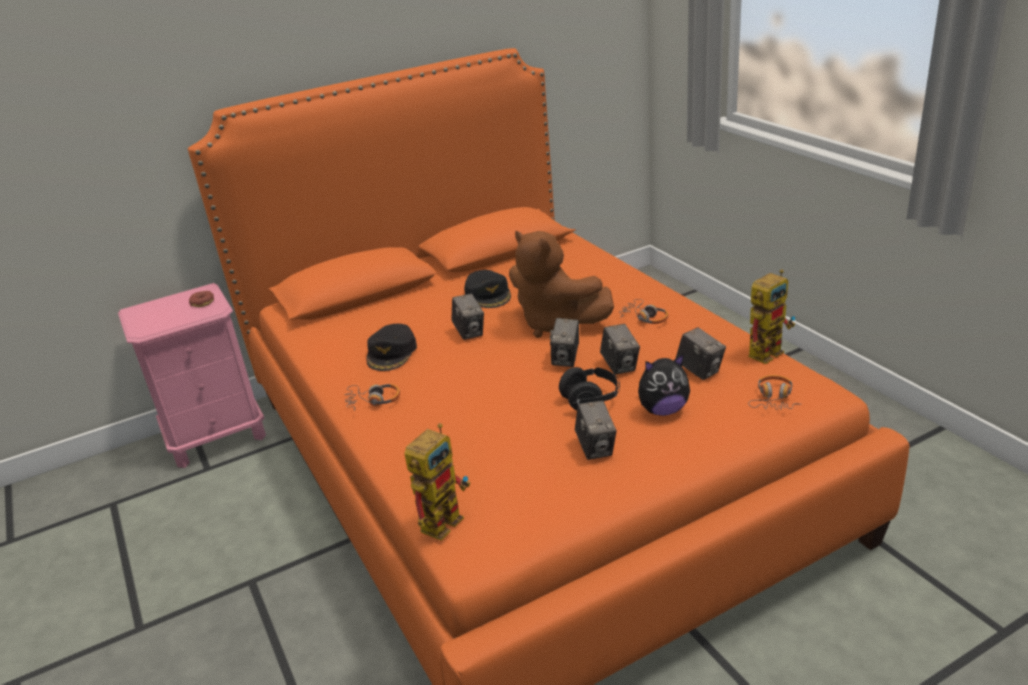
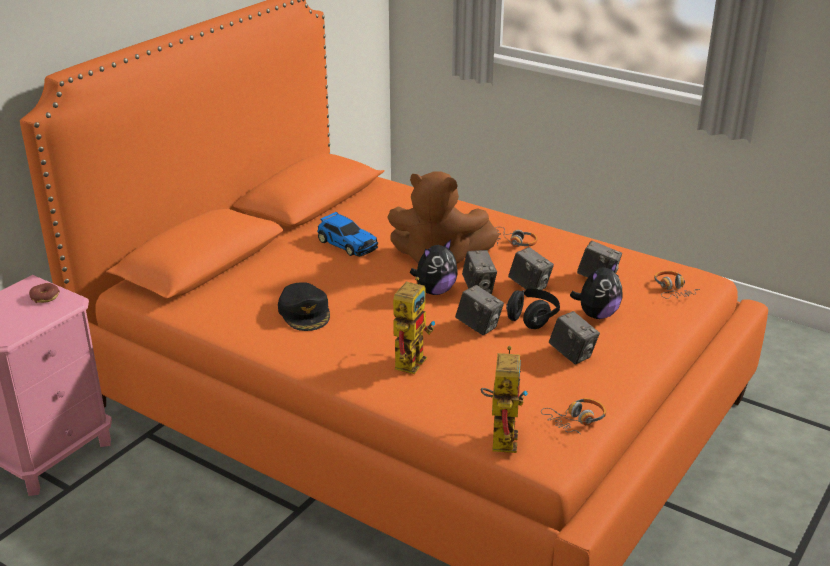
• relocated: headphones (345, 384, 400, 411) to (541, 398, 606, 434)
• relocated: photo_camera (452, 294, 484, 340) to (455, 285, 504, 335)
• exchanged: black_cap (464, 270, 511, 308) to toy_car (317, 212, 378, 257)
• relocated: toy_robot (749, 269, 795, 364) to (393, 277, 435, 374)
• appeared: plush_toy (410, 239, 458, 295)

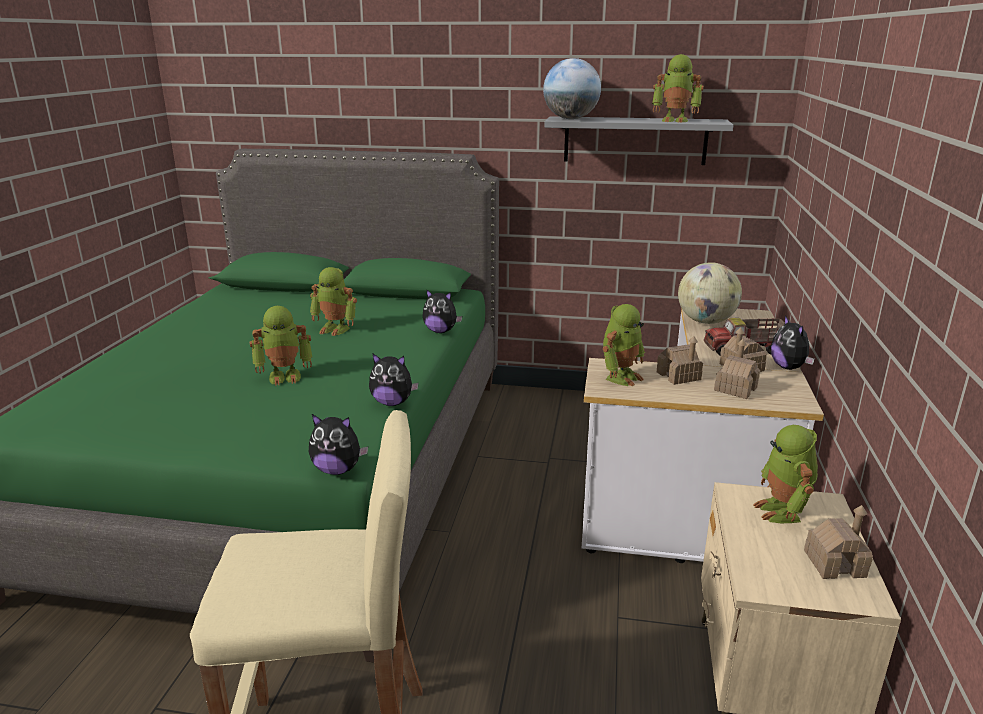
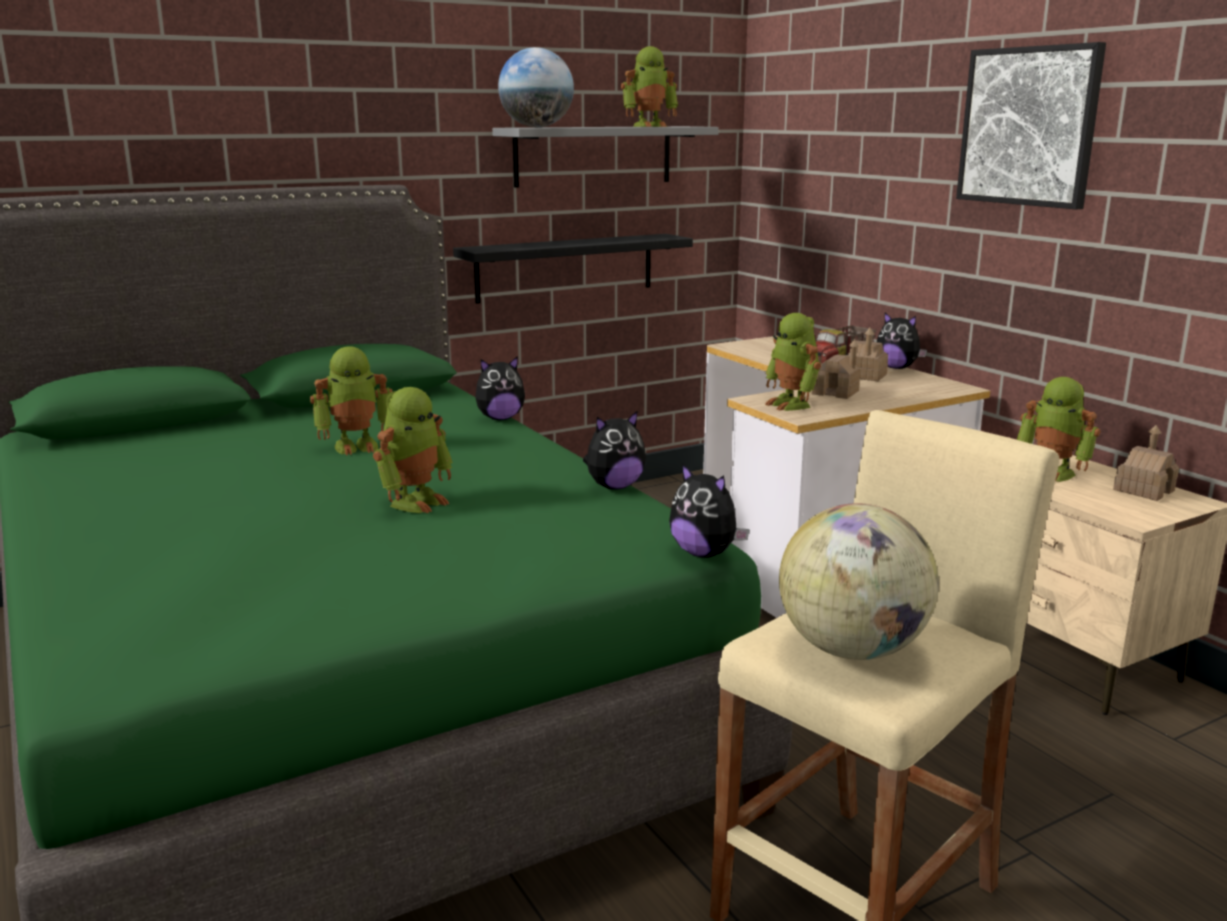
• spun: plush_toy (309, 414, 368, 475) = (669, 463, 750, 558) 75 degrees clockwise
• spun: toy_robot (603, 304, 645, 386) = (765, 313, 821, 411) 150 degrees clockwise
• relocated: globe (678, 262, 742, 324) to (779, 503, 939, 660)
• missing: toy_house (714, 339, 760, 399)
• appeared: black_shelf (453, 234, 693, 304)
• appeared: picture (956, 42, 1106, 209)

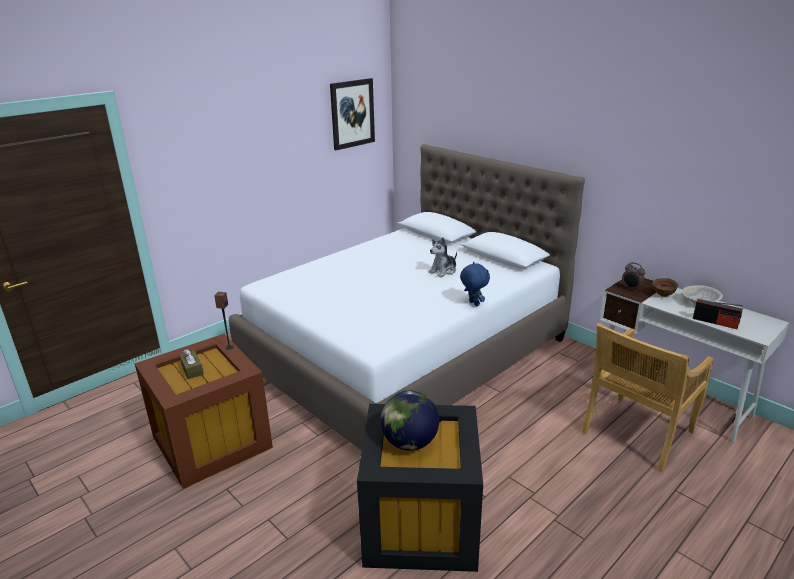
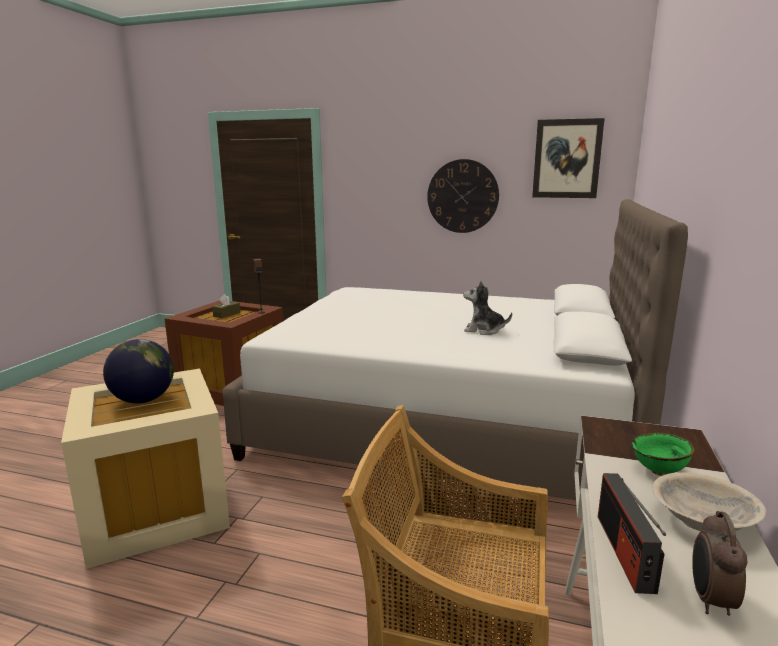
• colour: black_storage_box (357, 404, 483, 572) to beige_storage_box (61, 369, 230, 569)
• missing: blue_plush_toy (460, 262, 490, 306)
• relocated: alarm_clock (622, 262, 645, 291) to (692, 511, 748, 616)
• colour: brown_bowl (652, 278, 678, 297) to green_bowl (632, 433, 695, 476)
• appeared: wall_clock (427, 159, 499, 233)

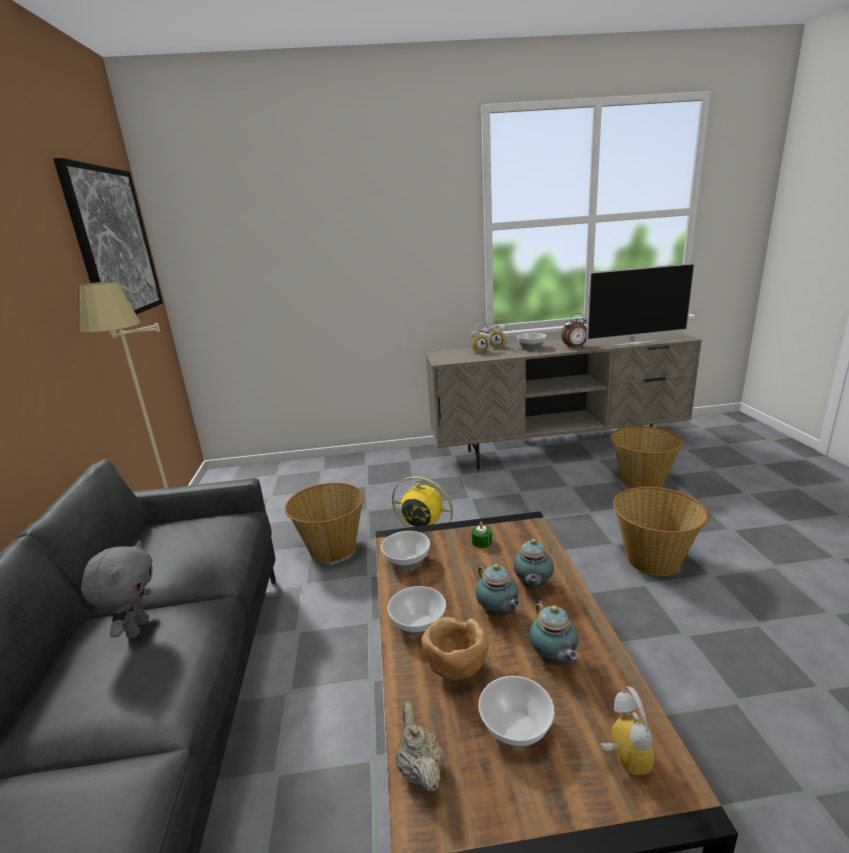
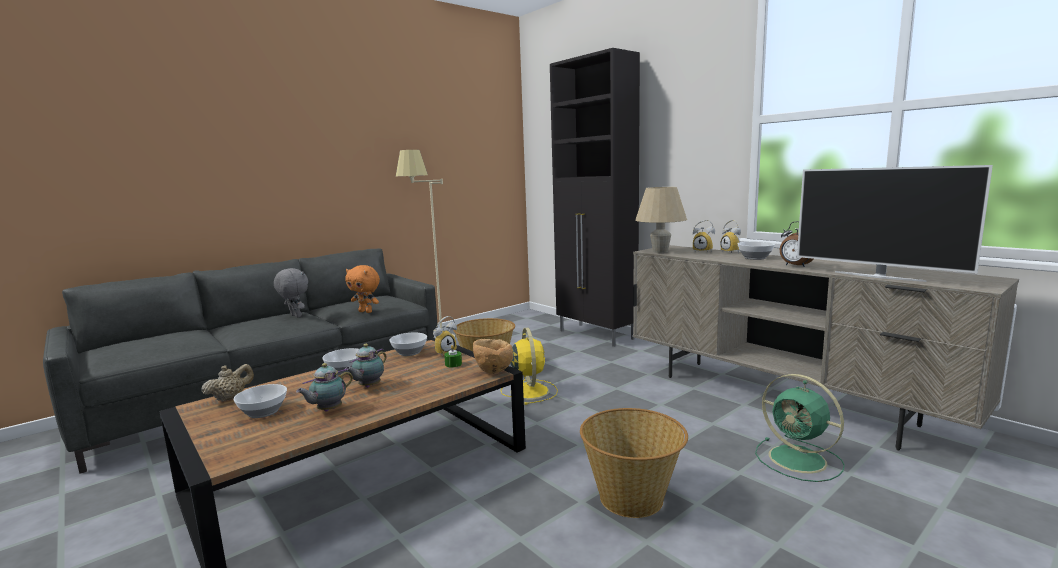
• missing: picture (53, 158, 163, 315)
• spun: grey_plush_toy (81, 540, 153, 638) = (274, 268, 308, 317) 105 degrees counterclockwise
• relocated: brown_bowl (421, 617, 489, 681) to (473, 339, 513, 374)
• missing: teapot (513, 537, 554, 589)
• relocated: alarm_clock (600, 687, 655, 775) to (433, 316, 457, 357)
• exchanged: basket (610, 426, 683, 488) to green_fan (755, 374, 845, 482)
• appeared: orange_plush_toy (345, 265, 380, 313)
• appeared: black_cabinet (550, 48, 640, 347)
• appeared: beige_table_lamp (635, 187, 687, 253)

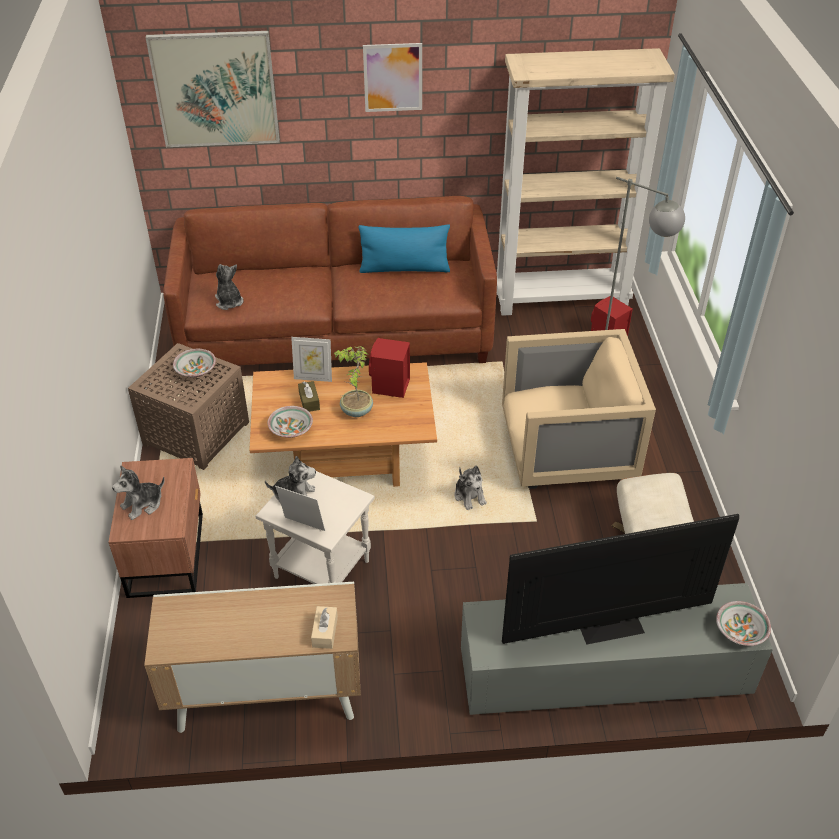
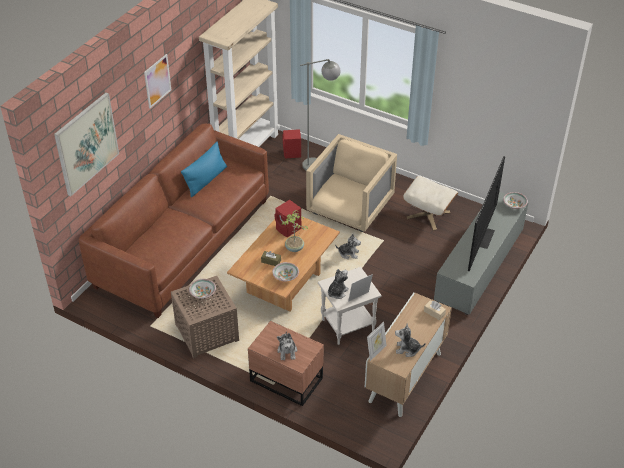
• relocated: plush_toy (215, 264, 244, 310) to (395, 323, 426, 357)
• relocated: picture_frame (291, 337, 332, 382) to (367, 322, 387, 361)

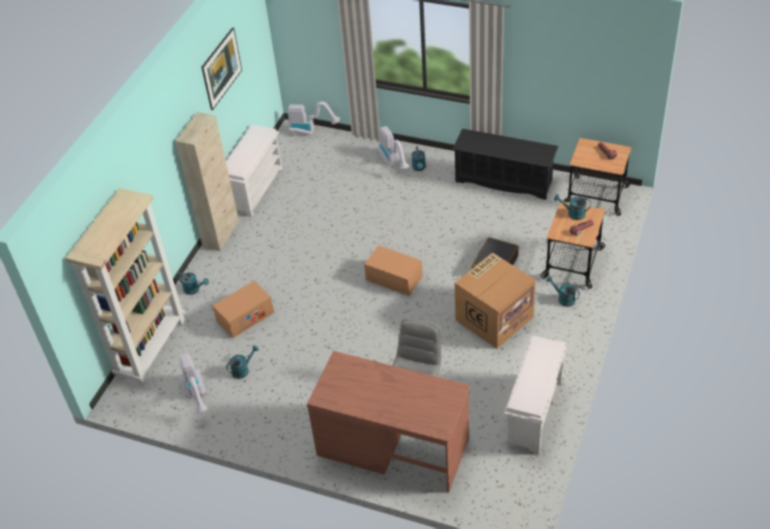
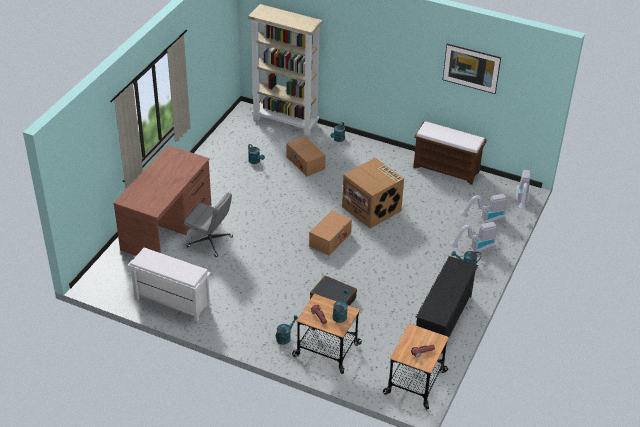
• missing: beige_cabinet (175, 112, 239, 251)
• relocated: vacuum_cleaner (180, 353, 208, 413) to (459, 194, 506, 223)
• colour: white_bench (226, 124, 283, 217) to brown_bench (413, 121, 487, 185)
• relocated: cardboard_box (455, 253, 536, 349) to (342, 158, 404, 229)

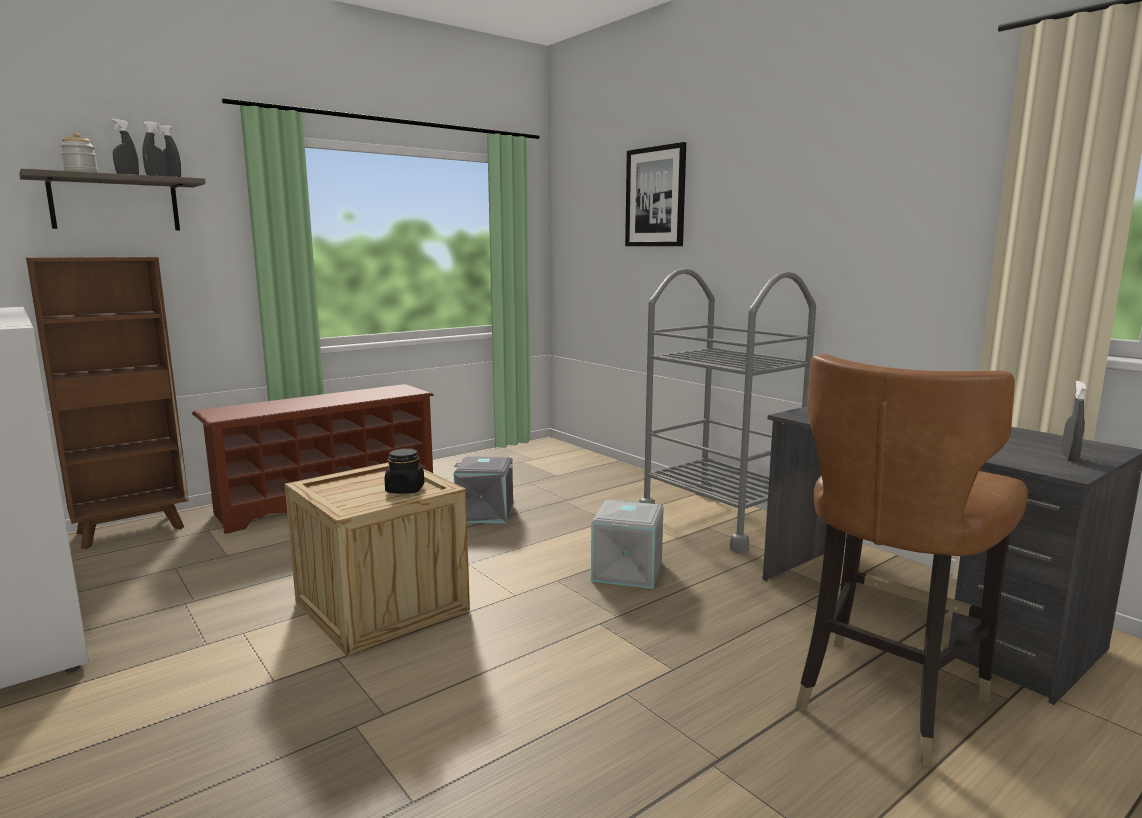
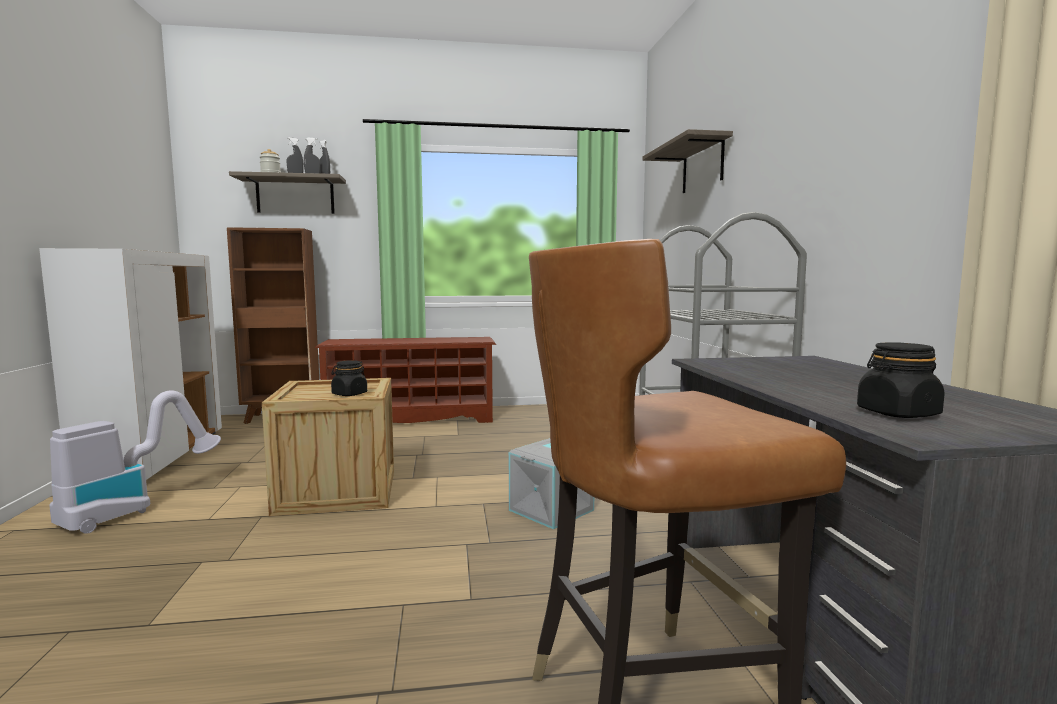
• missing: grey_storage_box (454, 456, 513, 523)
• exchanged: picture (625, 142, 686, 246) to shelf (642, 129, 733, 193)
• missing: grey_spray_bottle (1061, 381, 1087, 462)
• appeared: vacuum_cleaner (49, 390, 221, 534)
• appeared: black_jar (857, 342, 945, 418)

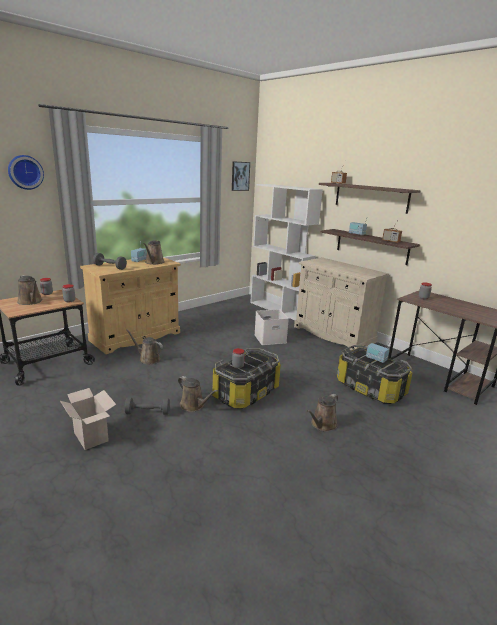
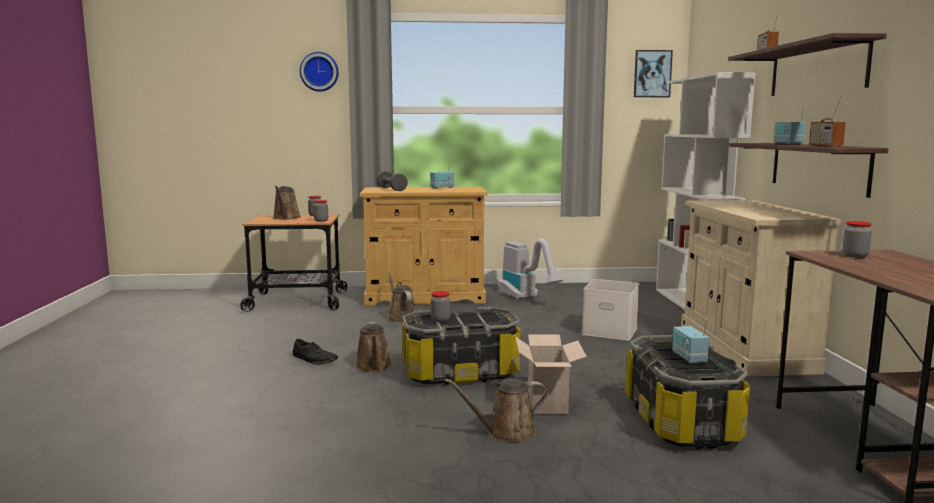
• relocated: cardboard_box (60, 388, 116, 450) to (515, 334, 587, 414)
• exchanged: grey_dumbbell (125, 398, 170, 415) to black_shoe (293, 339, 338, 364)
• missing: brown_watering_can (143, 241, 165, 265)
• appeared: vacuum_cleaner (498, 238, 563, 300)

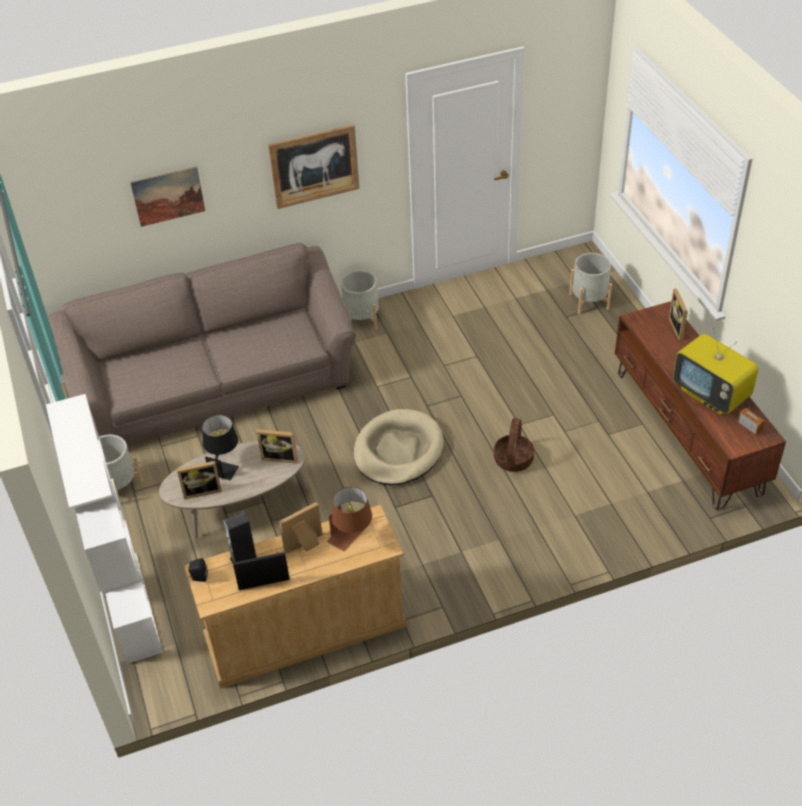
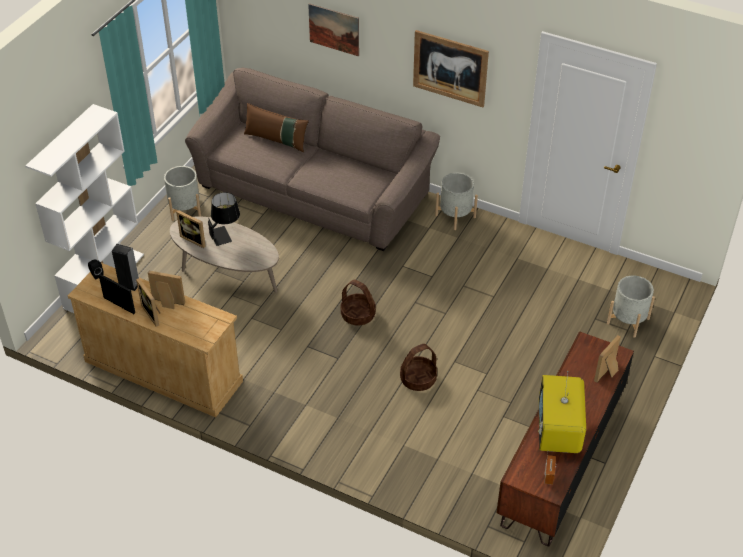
• relocated: picture_frame (257, 429, 298, 464) to (136, 278, 160, 327)
• missing: brown_table_lamp (327, 487, 372, 551)
• exchanged: beige_dog_bed (354, 409, 444, 486) to basket (341, 279, 376, 326)
• appeared: brown_pillow (244, 103, 309, 152)

